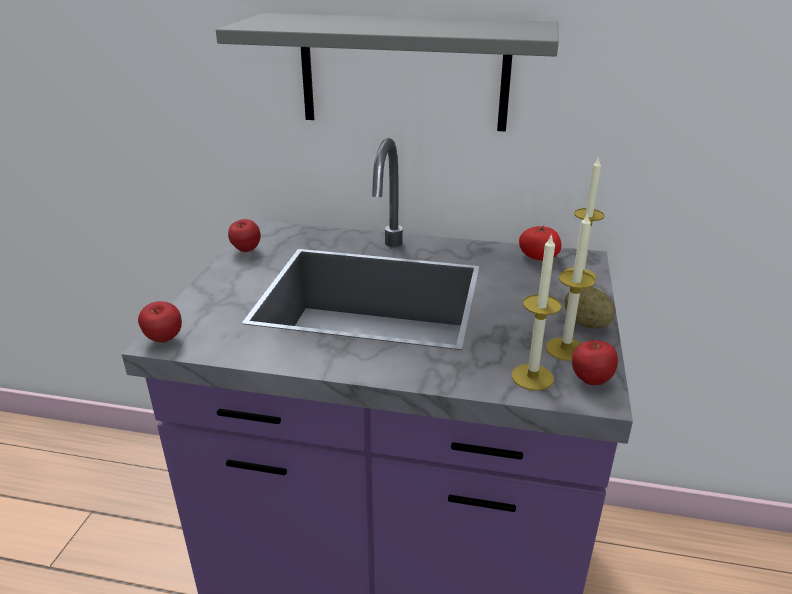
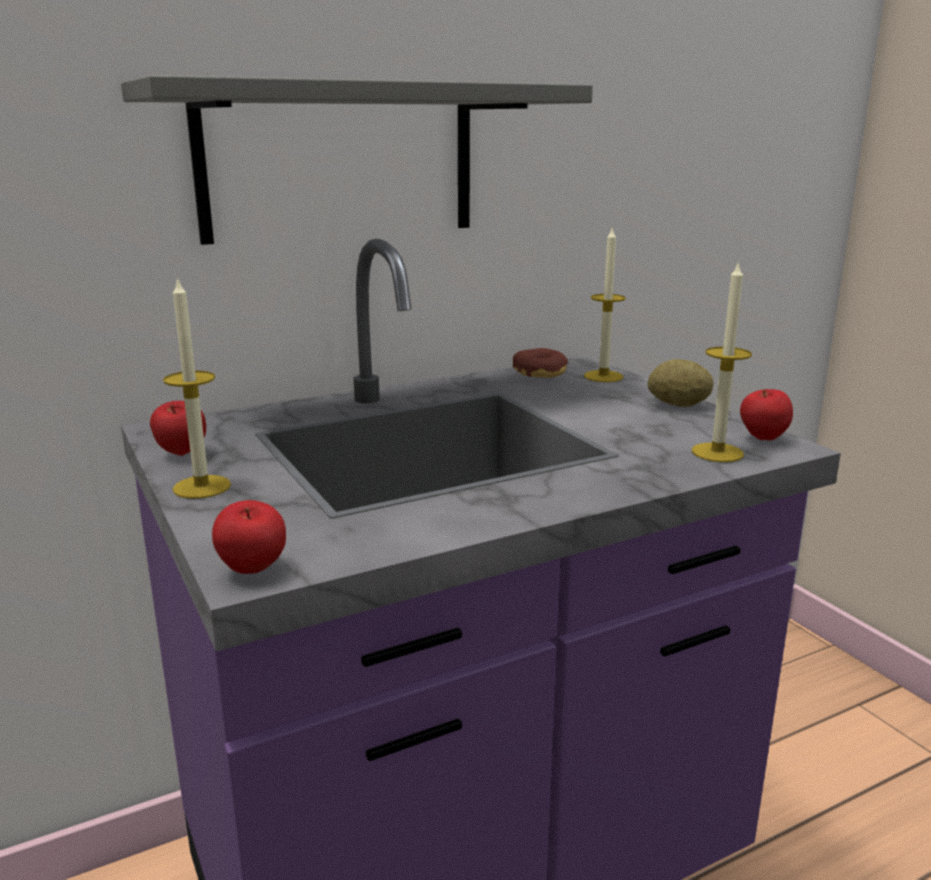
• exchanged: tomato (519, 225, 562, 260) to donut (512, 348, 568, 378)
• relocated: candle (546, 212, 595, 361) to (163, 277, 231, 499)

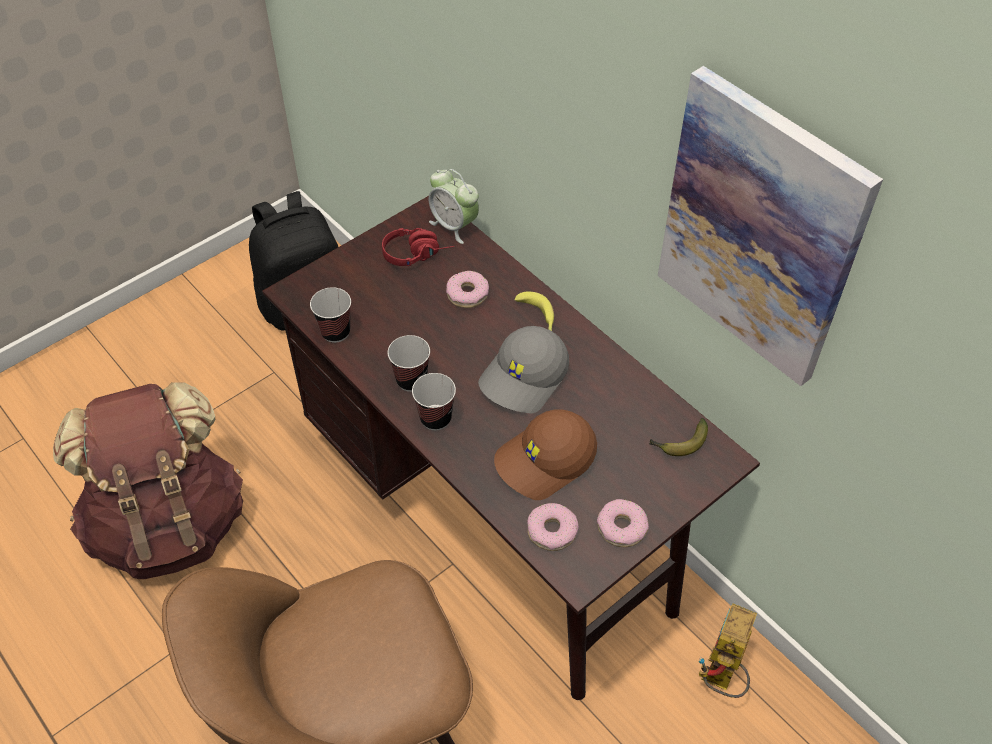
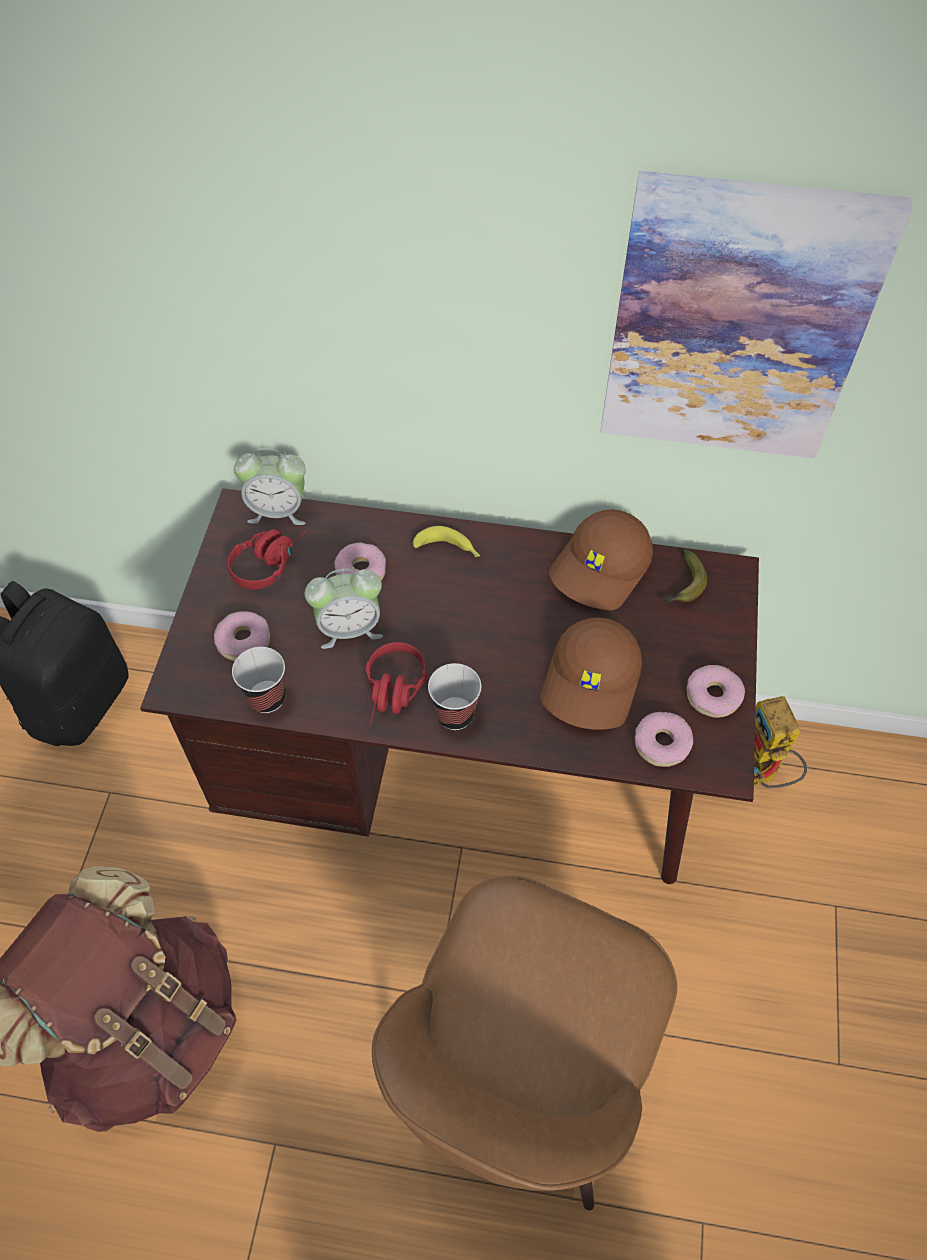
• exchanged: cup (388, 335, 430, 392) to red_headphones (365, 642, 427, 726)
• missing: grey_cap (478, 326, 569, 413)
• appeared: donut (214, 611, 270, 661)
• appeared: alarm_clock (305, 569, 383, 649)
• appeared: brown_cap (549, 509, 653, 610)

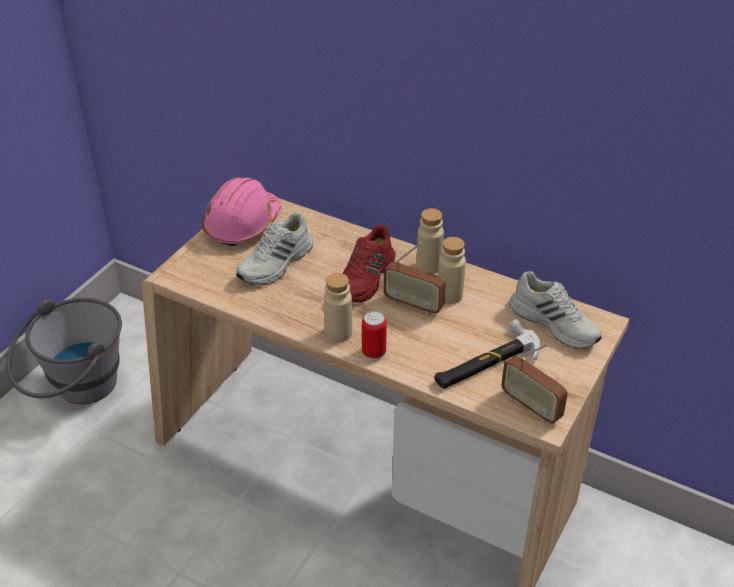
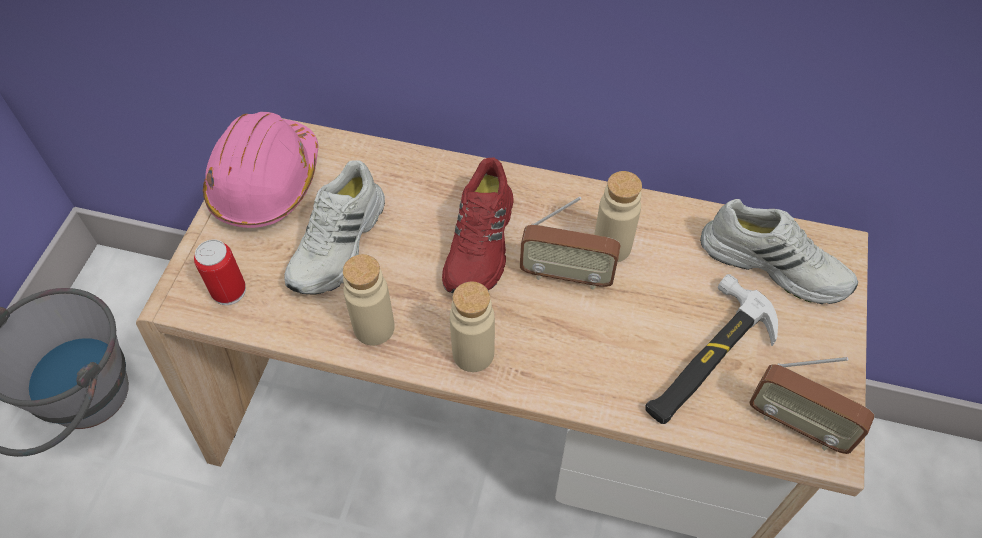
• relocated: can (362, 311, 387, 361) to (194, 240, 246, 305)
• relocated: beige_bottle (417, 208, 444, 274) to (343, 254, 395, 345)

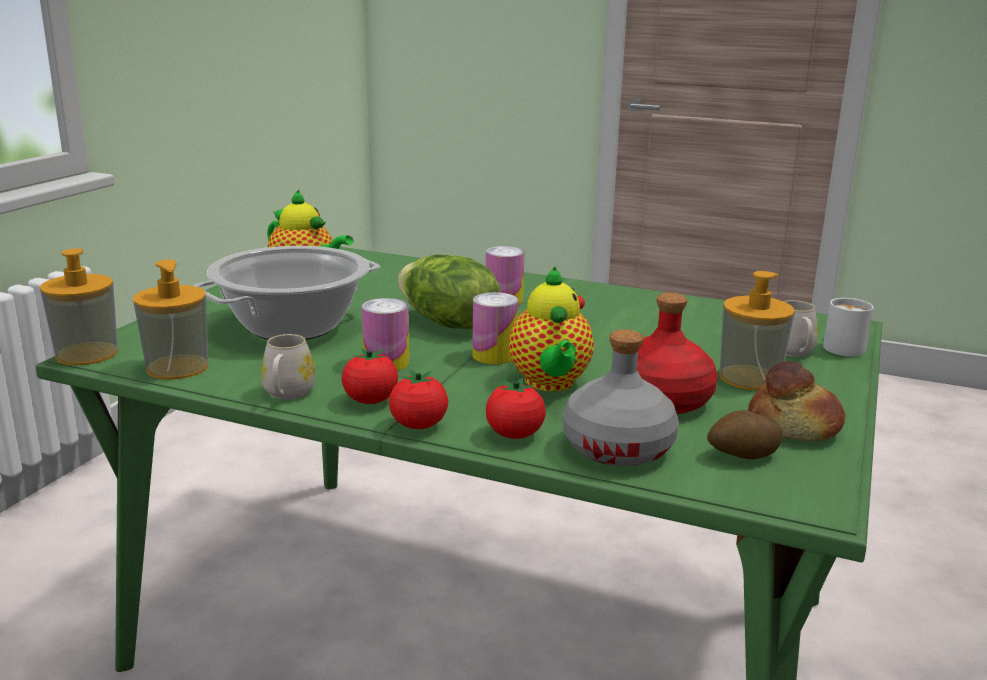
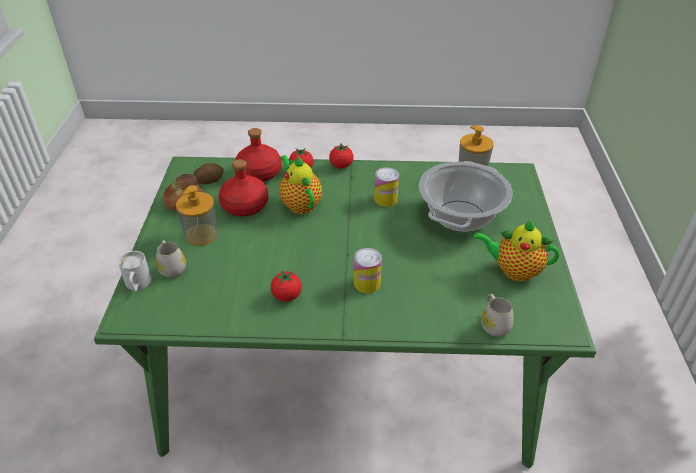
• missing: soap_dispenser (40, 248, 118, 365)
• relocated: white_mug (261, 334, 316, 399) to (481, 294, 514, 336)
• relocated: tomato (342, 348, 398, 404) to (271, 270, 302, 302)
• missing: lettuce (398, 254, 501, 329)
• missing: can (472, 292, 518, 364)
• colour: grey_bottle (563, 329, 679, 466) to red_bottle (236, 128, 281, 182)

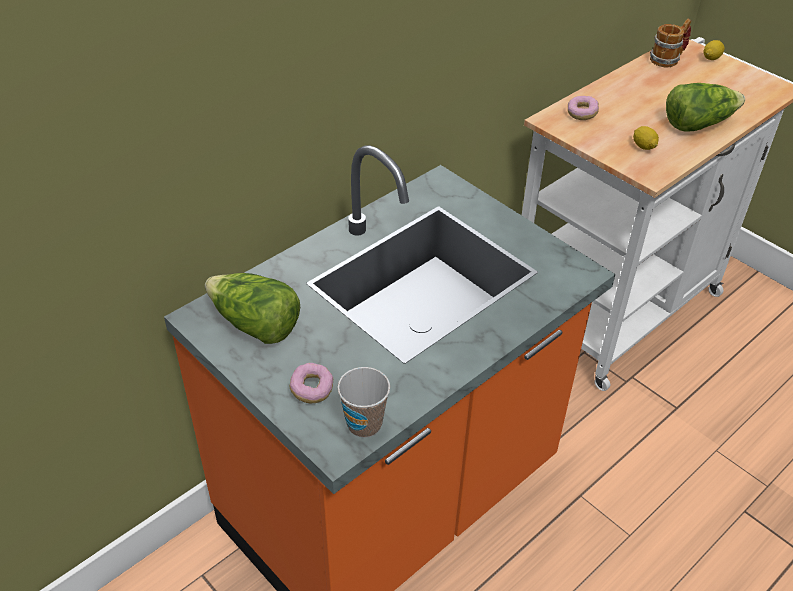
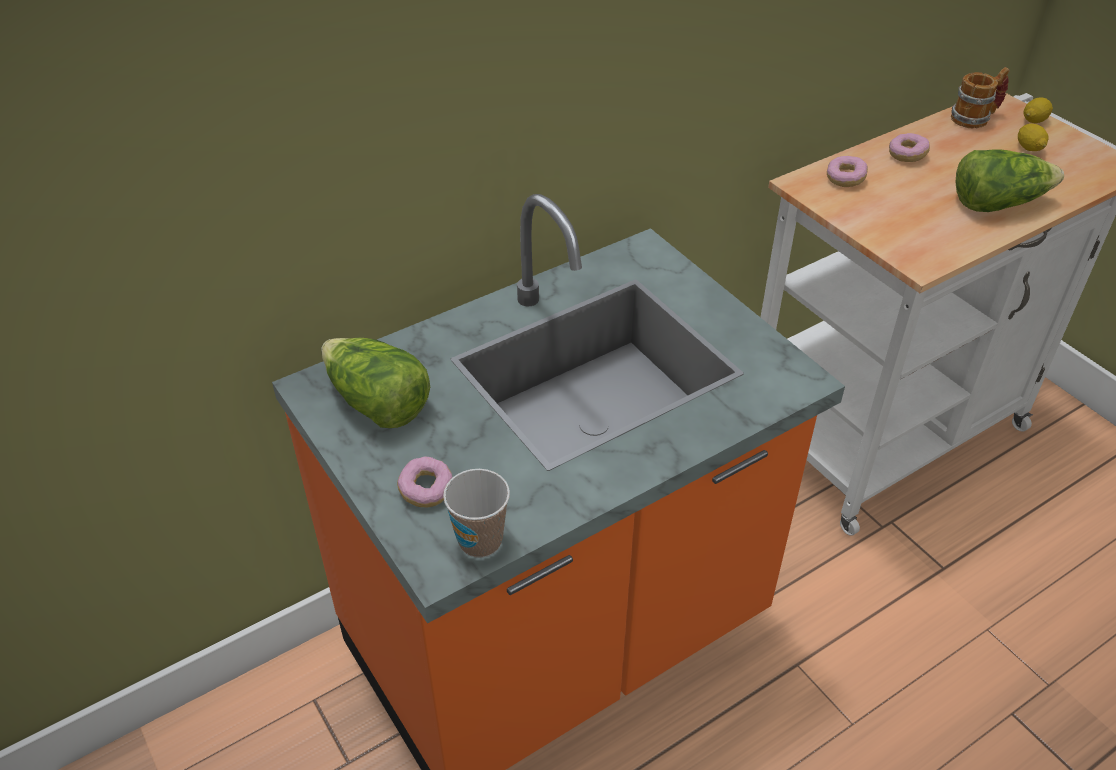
• relocated: lemon (633, 126, 659, 150) to (1018, 123, 1049, 151)
• appeared: donut (889, 133, 930, 162)

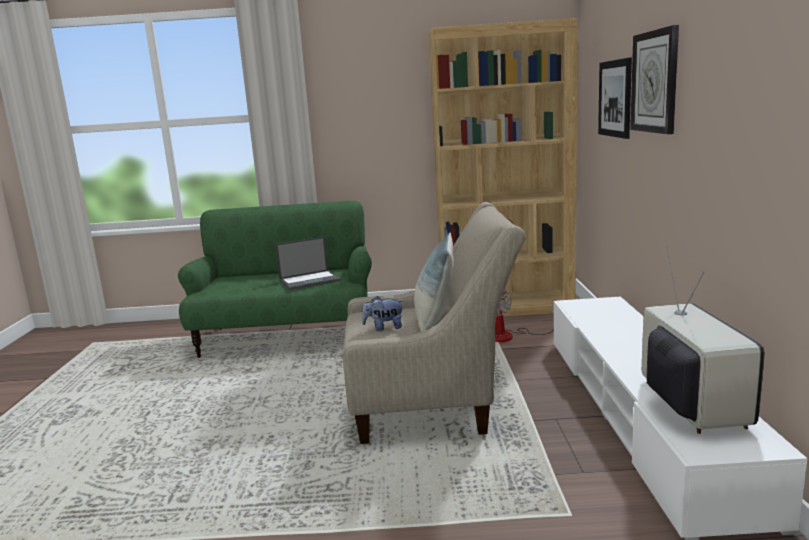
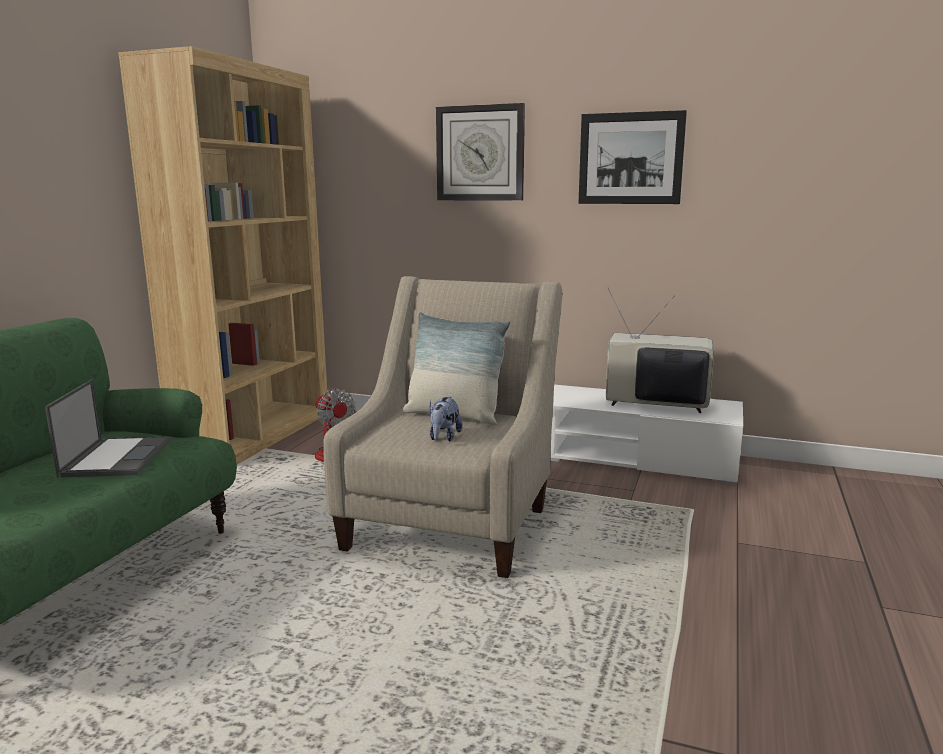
• relocated: picture (598, 57, 632, 139) to (579, 110, 687, 204)

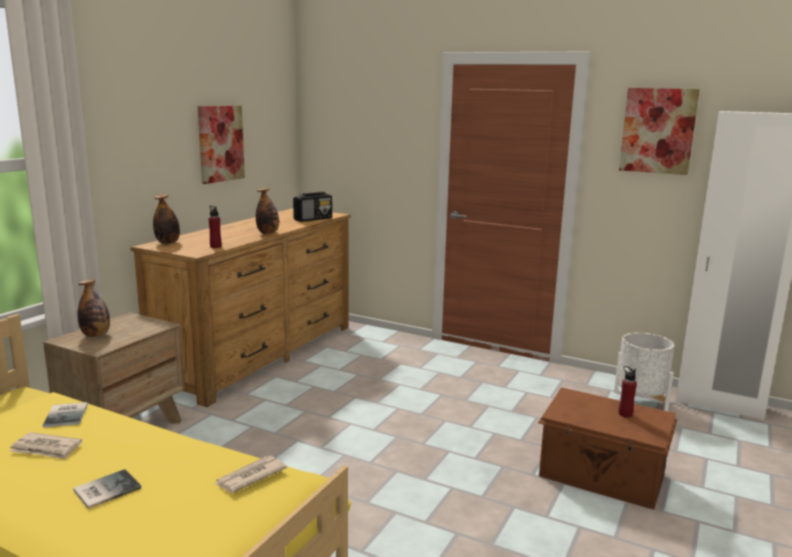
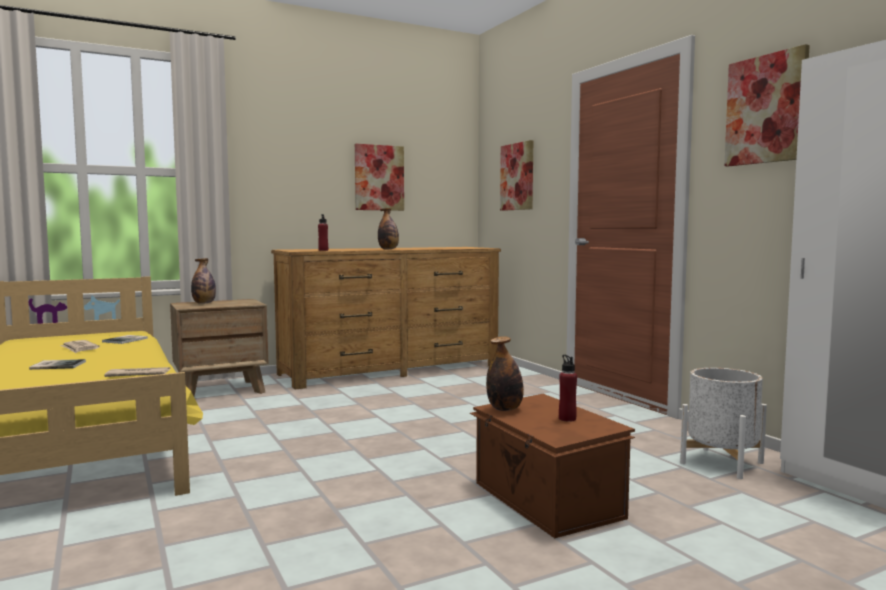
• relocated: bottle (153, 194, 180, 244) to (486, 336, 524, 411)
• missing: radio (293, 192, 332, 222)
• appeared: picture (500, 140, 533, 211)

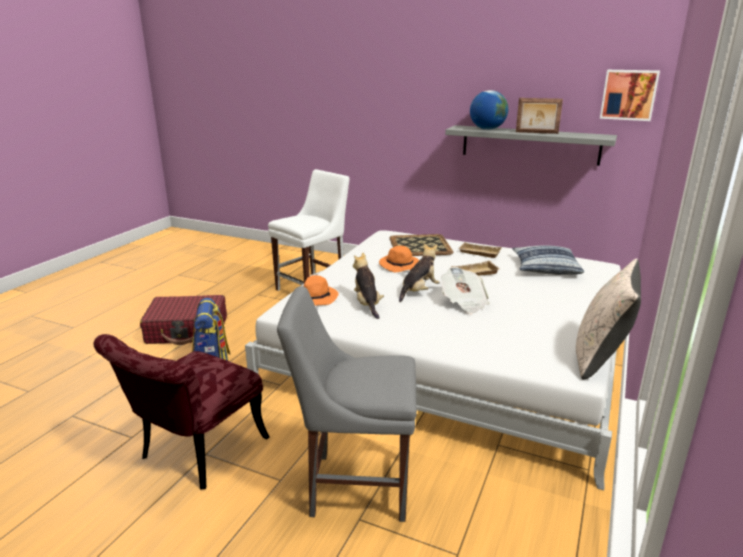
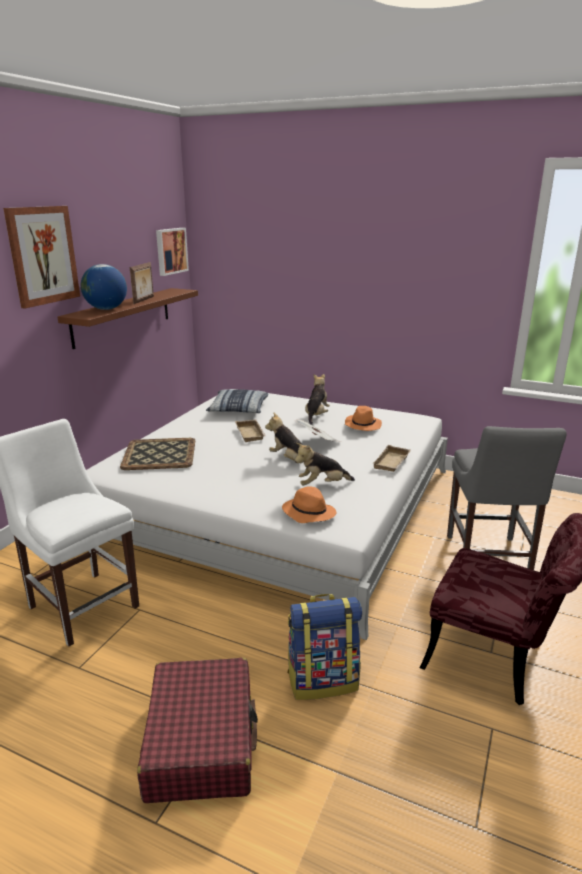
• relocated: orange_hat (379, 246, 419, 272) to (345, 406, 382, 431)
• colour: grey_shelf (445, 125, 617, 166) to brown_shelf (57, 288, 198, 349)
• relocated: beige_tray (458, 242, 502, 258) to (373, 445, 411, 472)
• missing: beige_pillow (576, 259, 641, 380)
• appeared: picture (3, 206, 80, 309)
• appeared: plush_toy (305, 374, 330, 425)

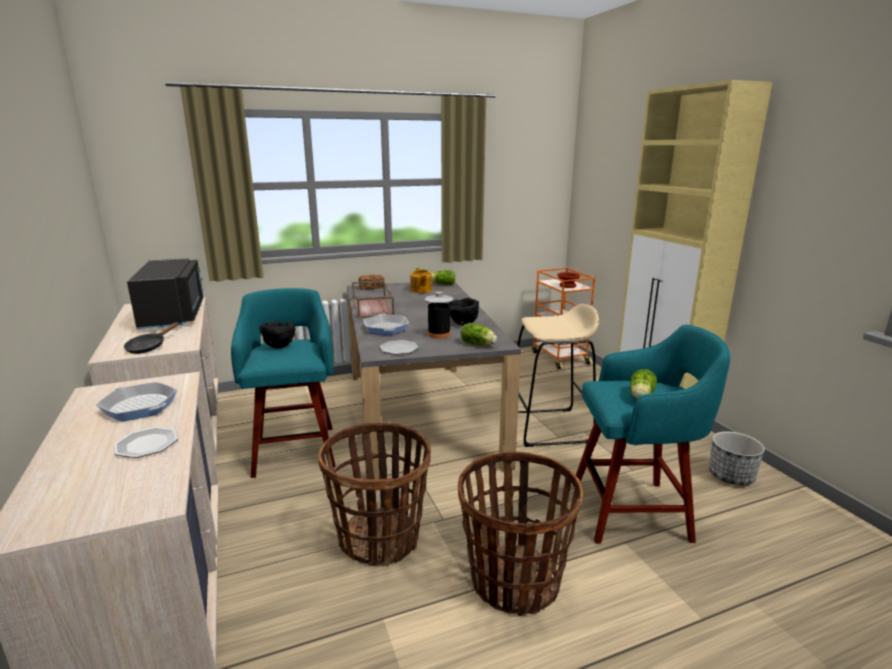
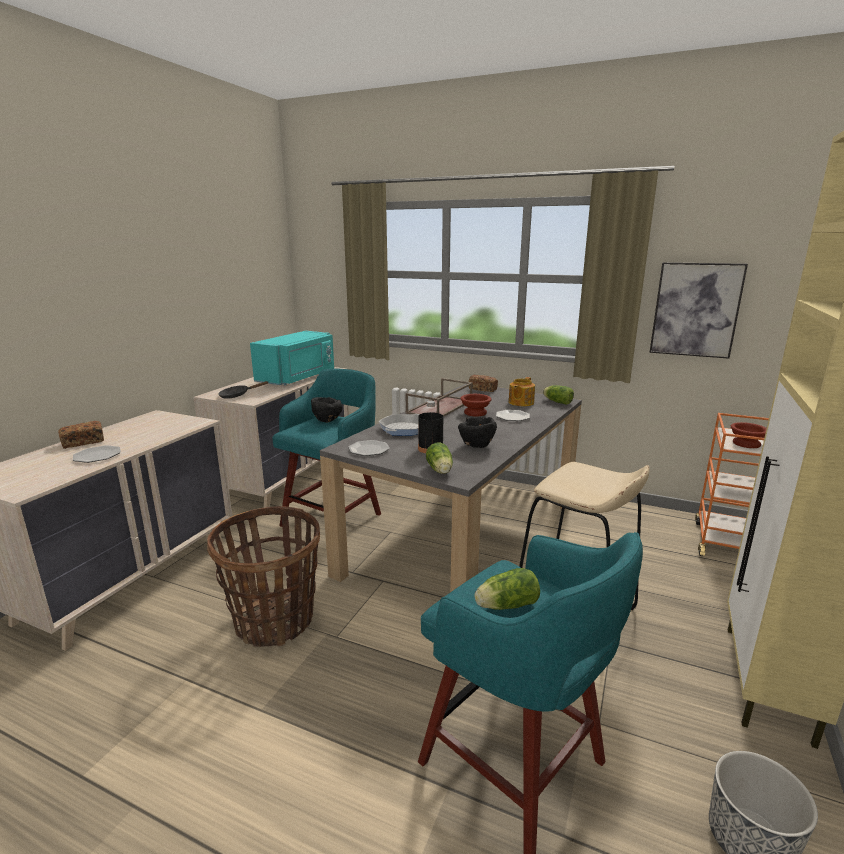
• missing: frying_pan (96, 382, 177, 421)
• colour: black_microwave (127, 258, 203, 329) to turquoise_microwave (250, 331, 334, 385)
• missing: basket (458, 452, 583, 616)
• appeared: bread (58, 421, 104, 449)
• appeared: brown_bowl (460, 394, 492, 416)
• appeared: picture (649, 262, 748, 359)

